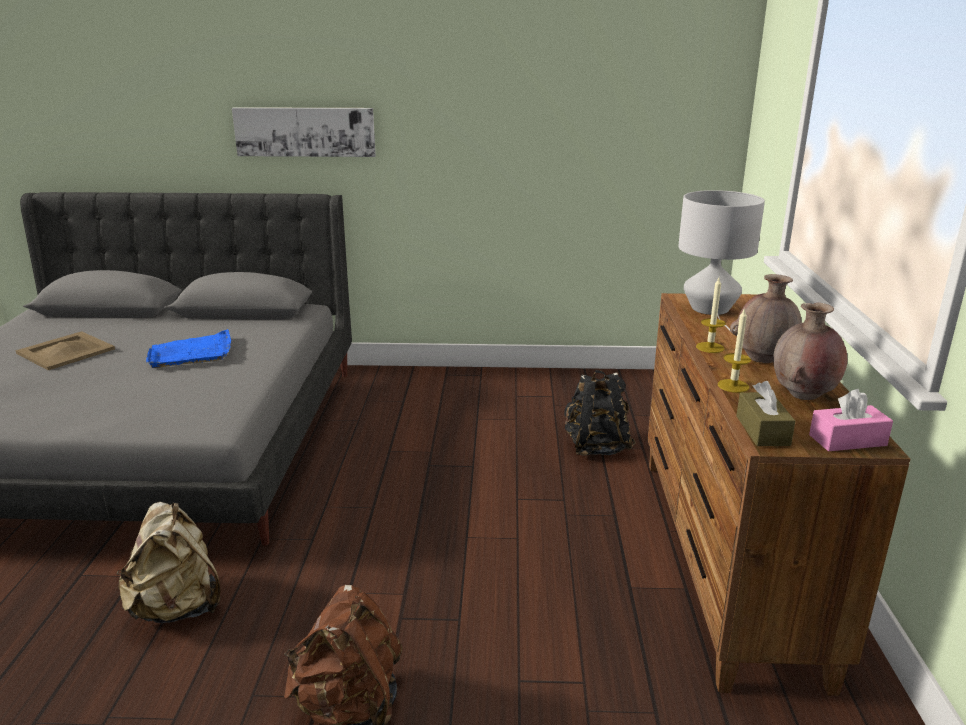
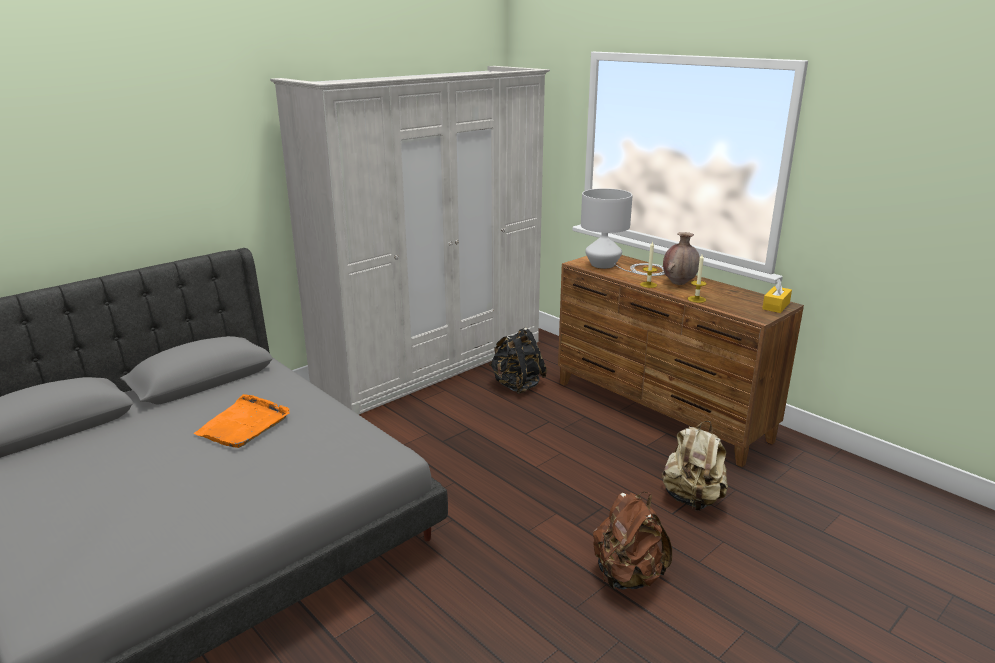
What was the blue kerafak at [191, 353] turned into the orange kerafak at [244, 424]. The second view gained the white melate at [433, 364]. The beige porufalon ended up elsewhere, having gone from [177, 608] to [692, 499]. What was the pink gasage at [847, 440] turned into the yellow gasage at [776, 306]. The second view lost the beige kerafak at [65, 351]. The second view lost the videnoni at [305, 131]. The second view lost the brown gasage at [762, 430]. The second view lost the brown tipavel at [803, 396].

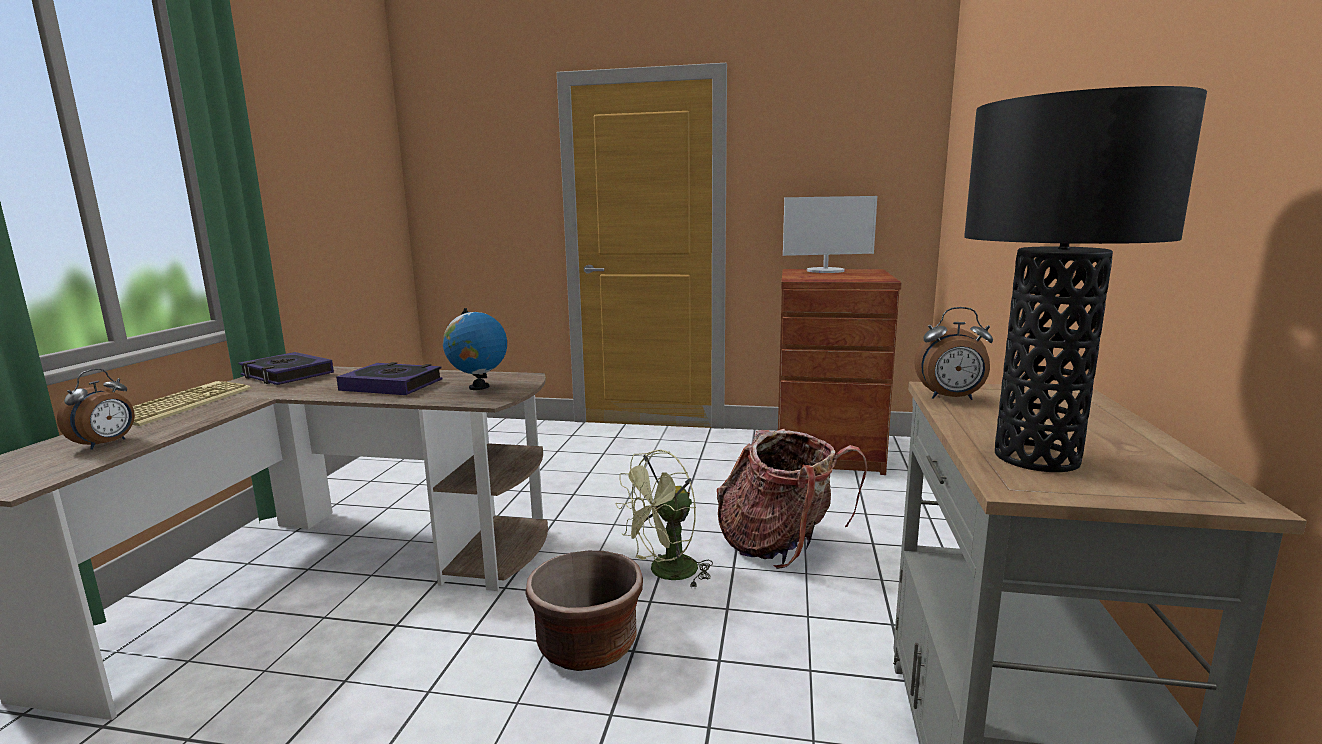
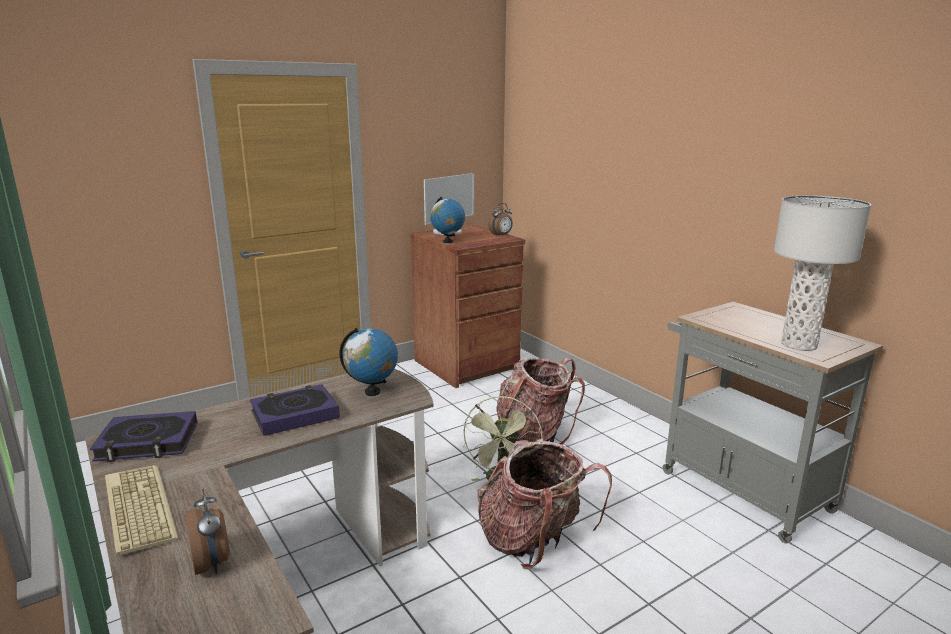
The second view gained the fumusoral at [447, 241]. Where the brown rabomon stood at [588, 646], the porufalon came to stand at [534, 542]. The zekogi ended up elsewhere, having gone from [951, 398] to [501, 235]. What was the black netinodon at [1037, 457] turned into the white netinodon at [799, 344].

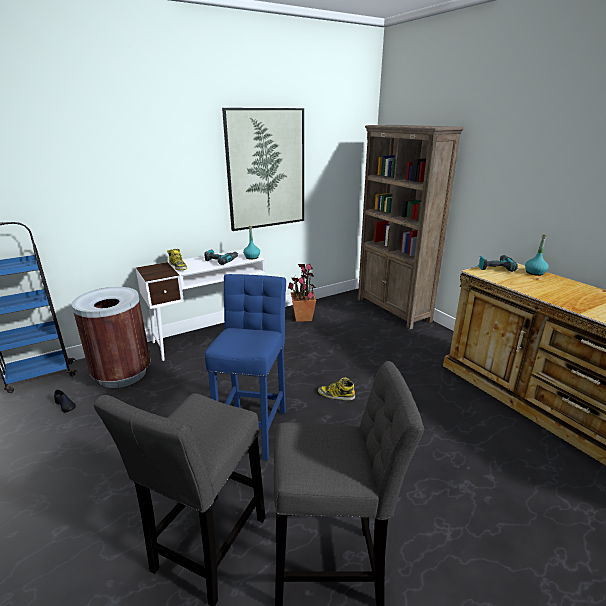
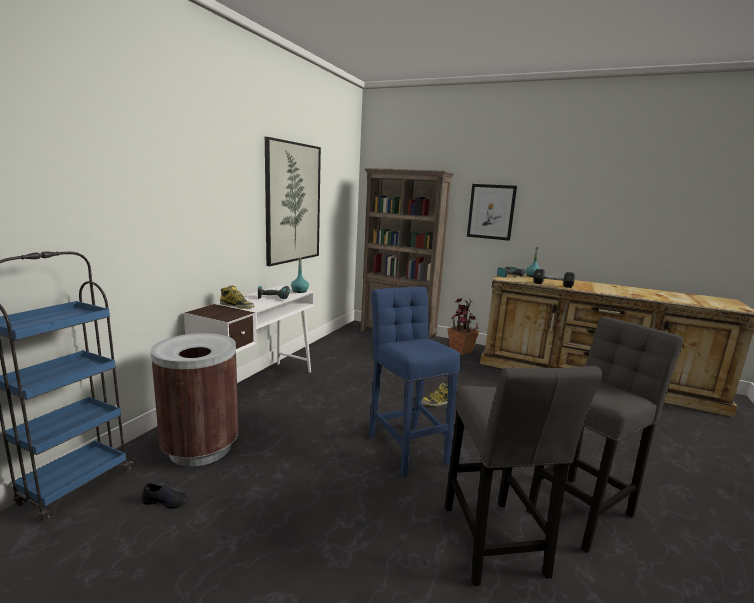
The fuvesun ended up elsewhere, having gone from [302, 317] to [460, 351]. The second view gained the videnoni at [491, 212]. The second view gained the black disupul at [552, 284].

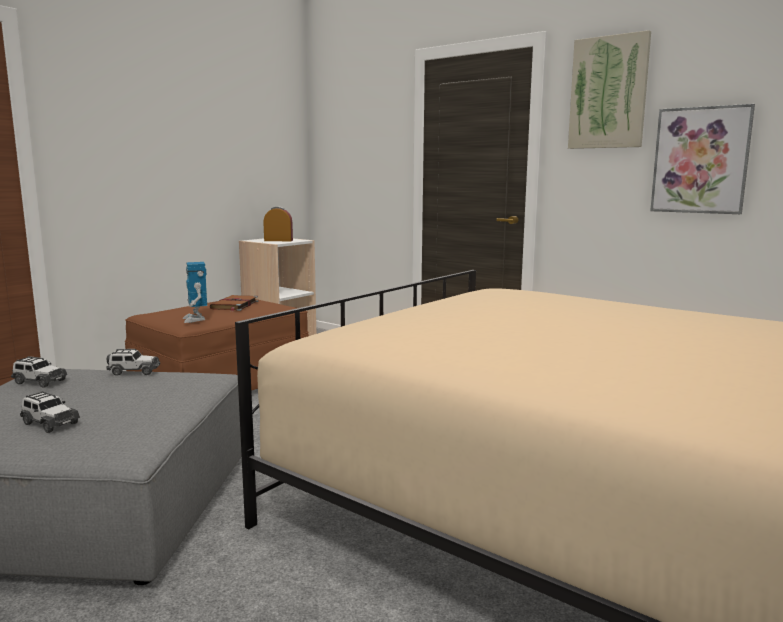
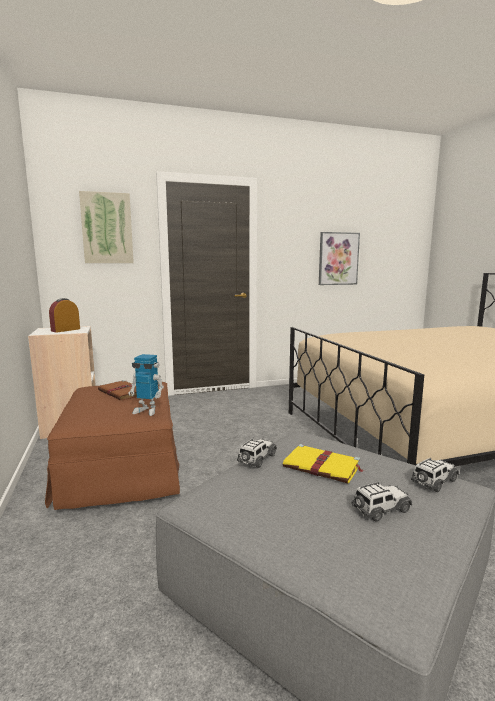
The videnoni ended up elsewhere, having gone from [608, 93] to [107, 228]. The second view gained the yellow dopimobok at [323, 466]. The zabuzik ended up elsewhere, having gone from [39, 382] to [433, 482].

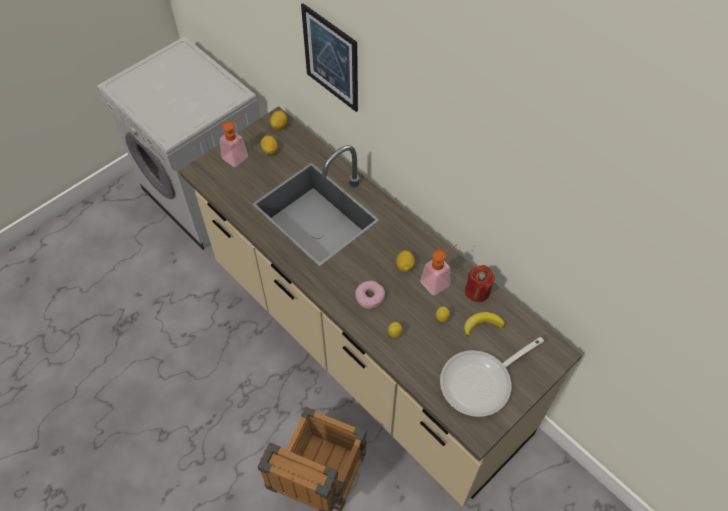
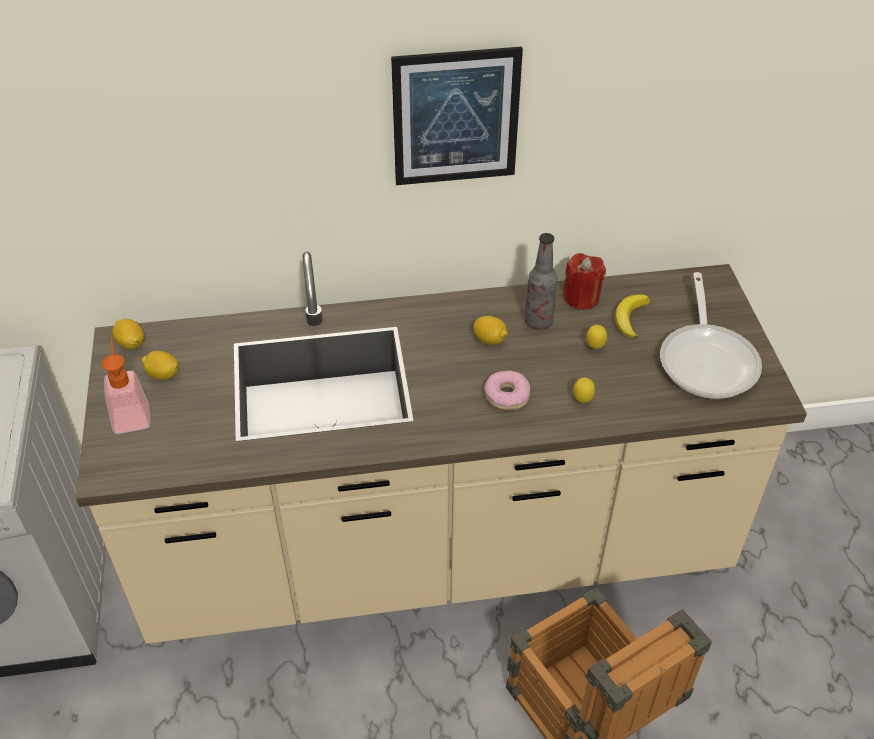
The videnoni ended up elsewhere, having gone from [331, 58] to [456, 117]. Where the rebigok stood at [438, 281], the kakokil came to stand at [538, 322].

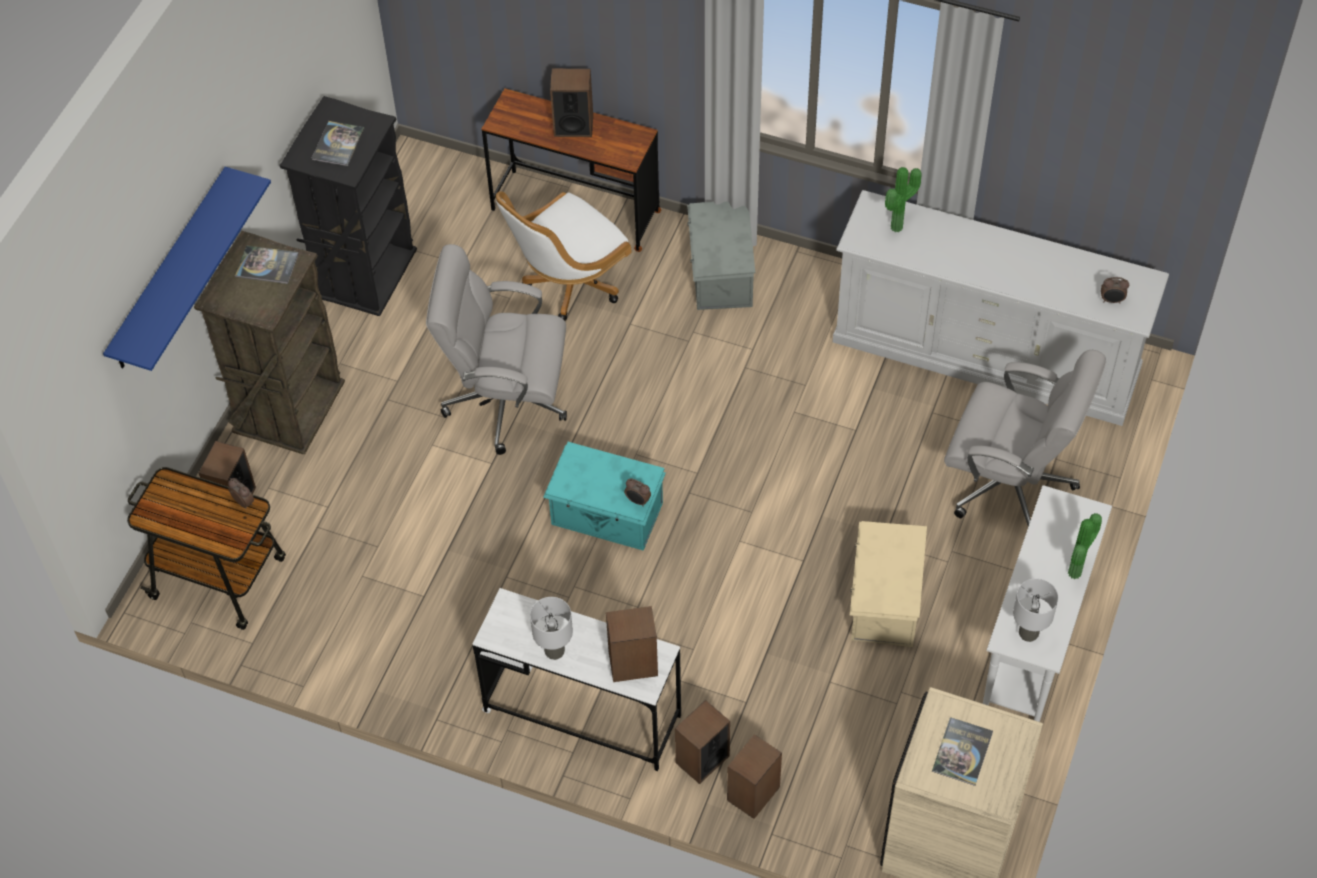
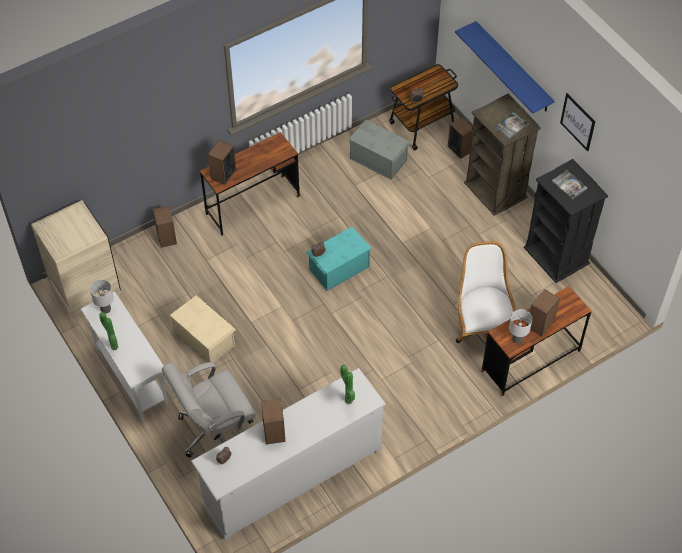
What was the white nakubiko at [582, 714] turned into the brown nakubiko at [253, 205]. The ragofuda ended up elsewhere, having gone from [702, 759] to [274, 432]. The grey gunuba ended up elsewhere, having gone from [720, 273] to [378, 158]. The white netinodon ended up elsewhere, having gone from [553, 652] to [517, 339]. The second view gained the videnoni at [577, 122]. The second view lost the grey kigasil at [507, 401]. The second view lost the dopimobok at [962, 752].

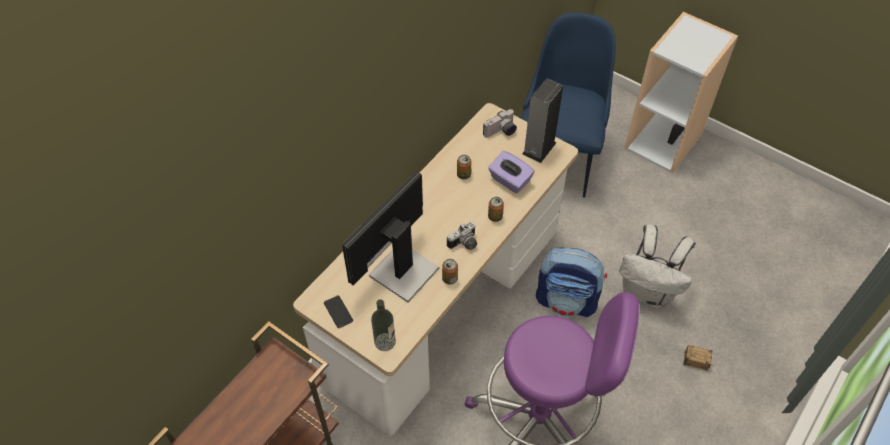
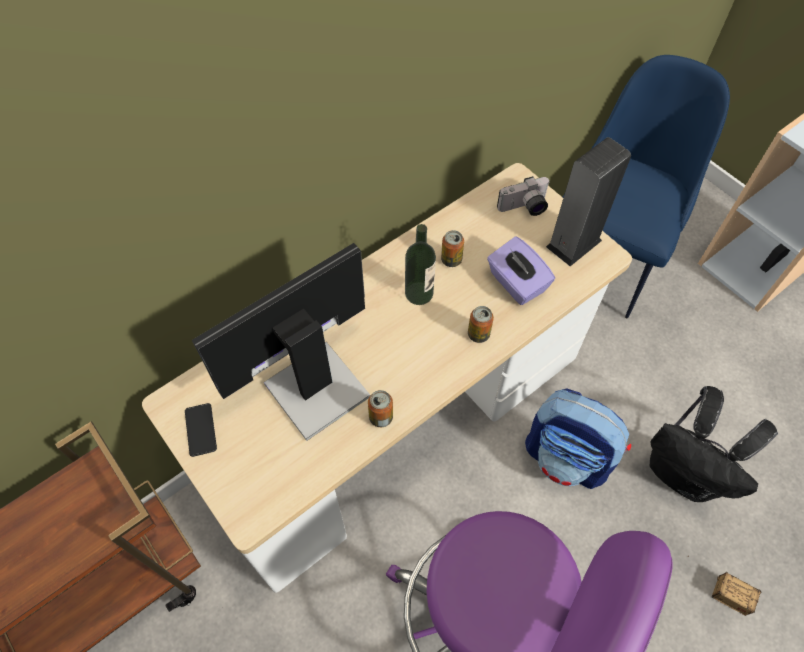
The kakokil ended up elsewhere, having gone from [385, 342] to [419, 293]. What was the white porufalon at [647, 292] turned into the black porufalon at [684, 473]. The second view lost the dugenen at [464, 244].

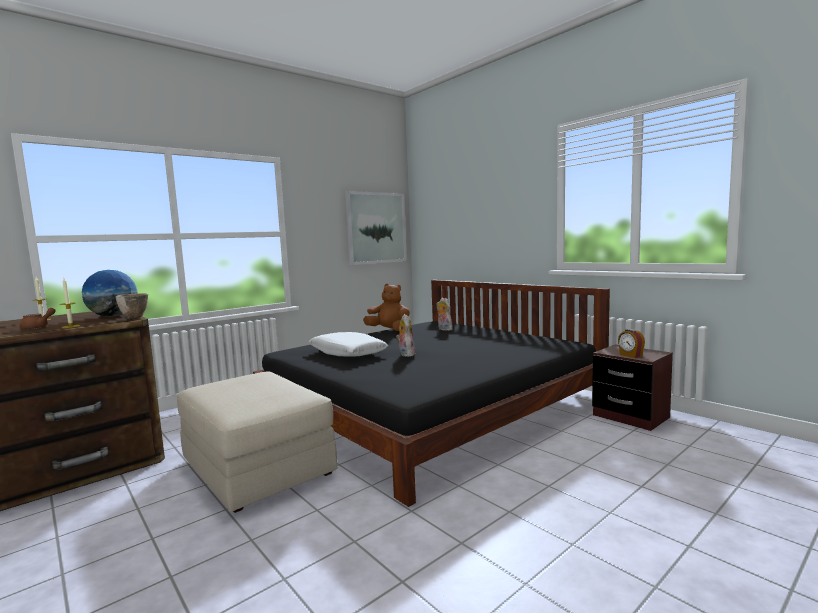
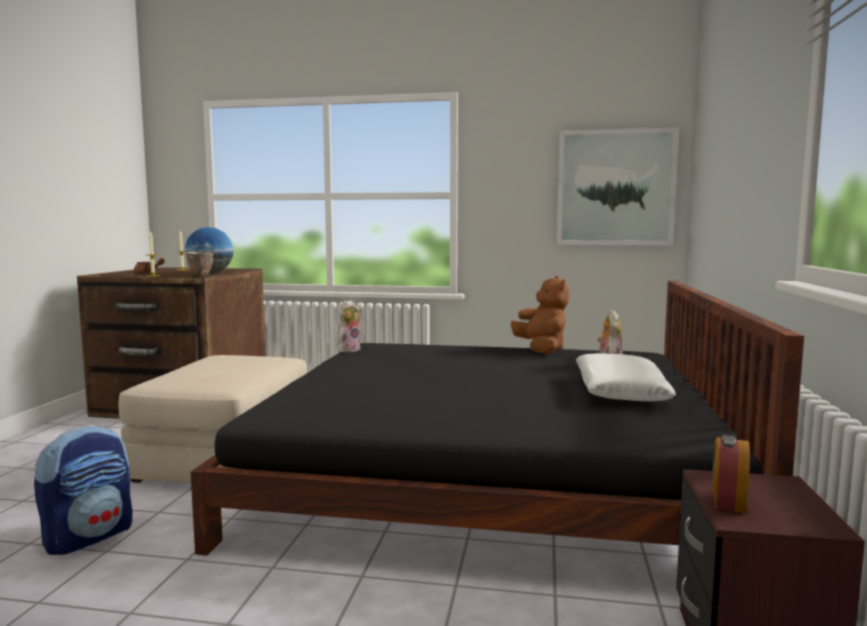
The second view gained the porufalon at [89, 536]. The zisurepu ended up elsewhere, having gone from [405, 354] to [348, 350]. The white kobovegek ended up elsewhere, having gone from [347, 353] to [619, 391].

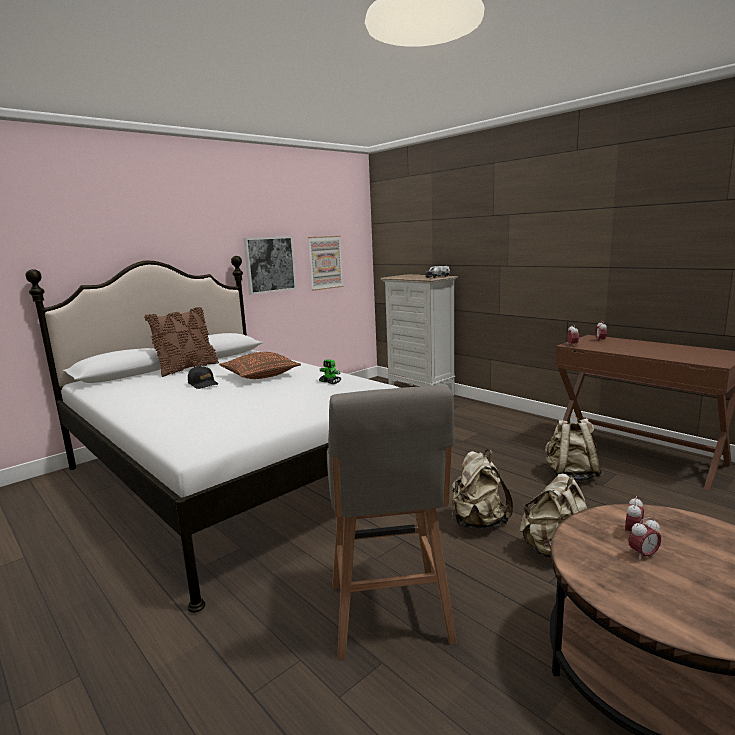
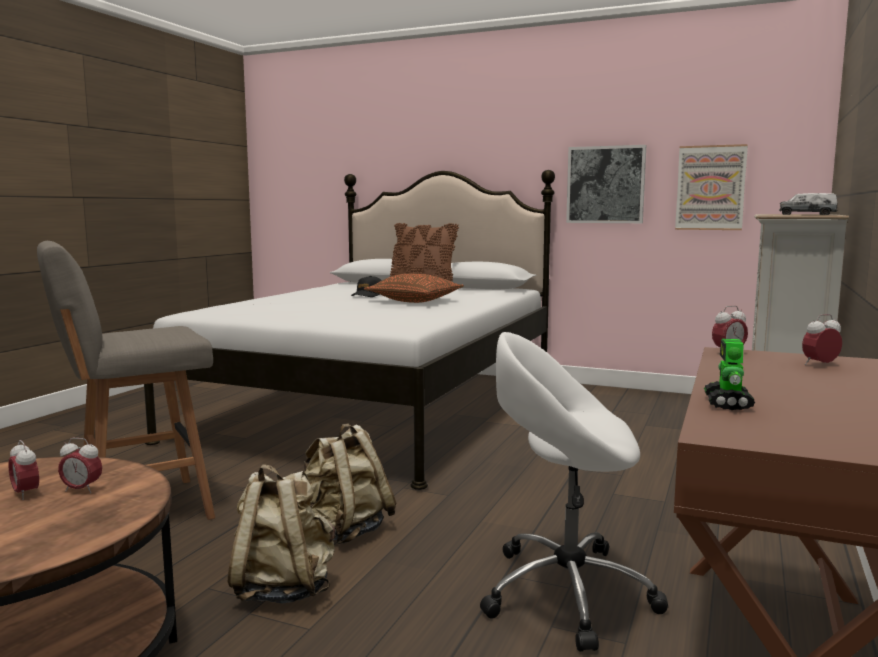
Where the beige porufalon stood at [571, 476], the white kigasil came to stand at [563, 592]. The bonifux ended up elsewhere, having gone from [330, 382] to [728, 404].

